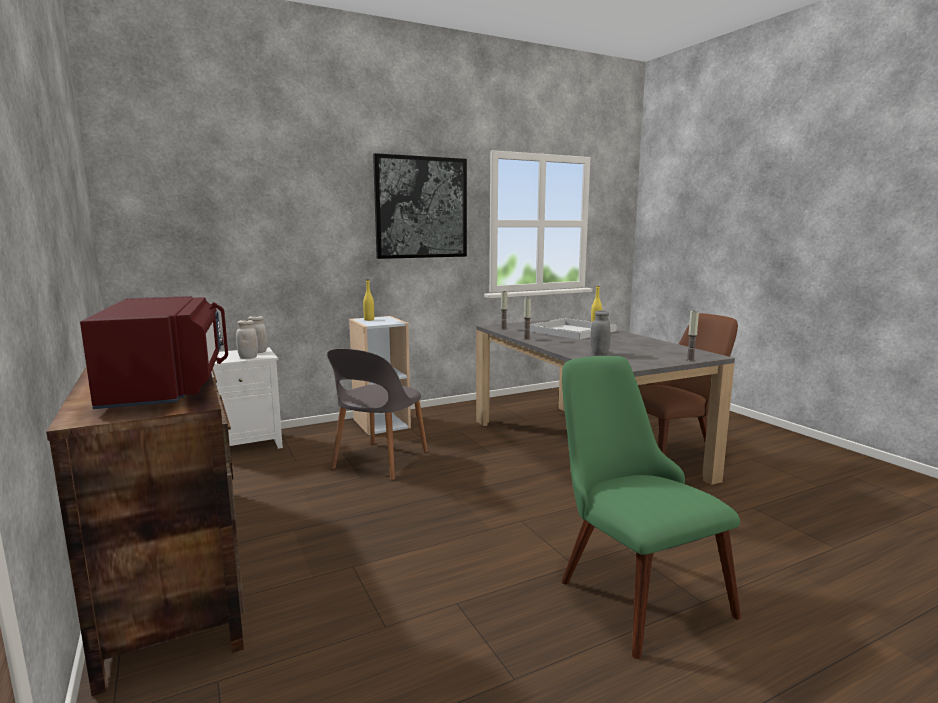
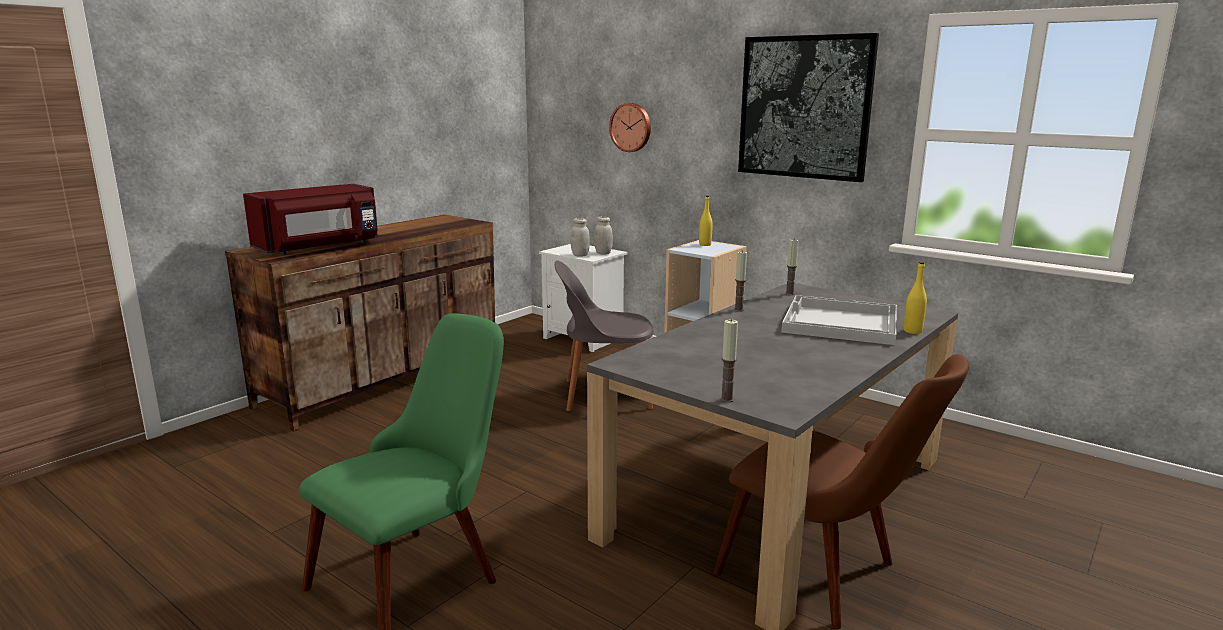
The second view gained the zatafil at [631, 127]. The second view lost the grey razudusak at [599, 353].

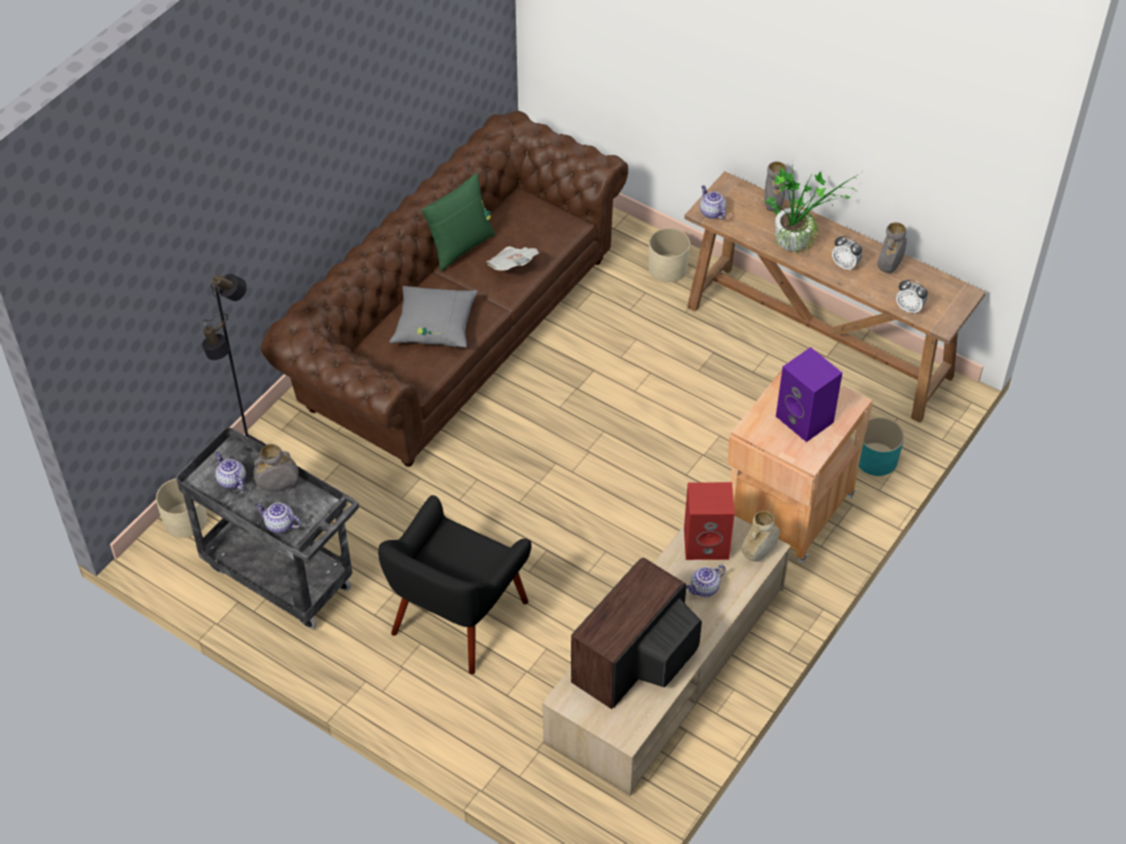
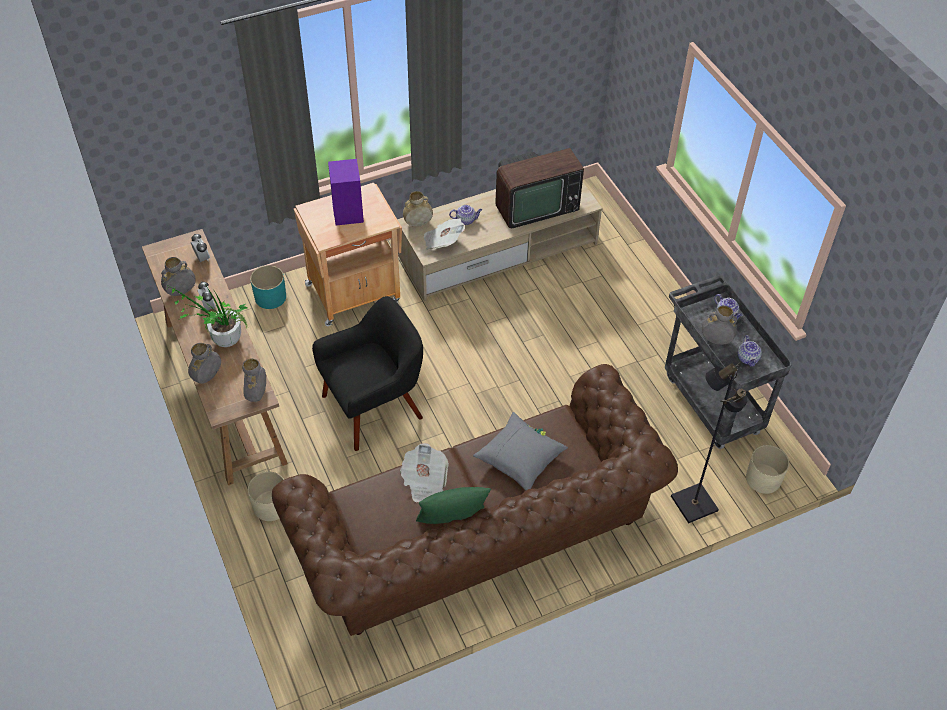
Where the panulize stood at [711, 212], the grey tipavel came to stand at [257, 394]. The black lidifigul ended up elsewhere, having gone from [456, 618] to [374, 407]. Where the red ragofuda stood at [707, 543], the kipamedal came to stand at [443, 242].

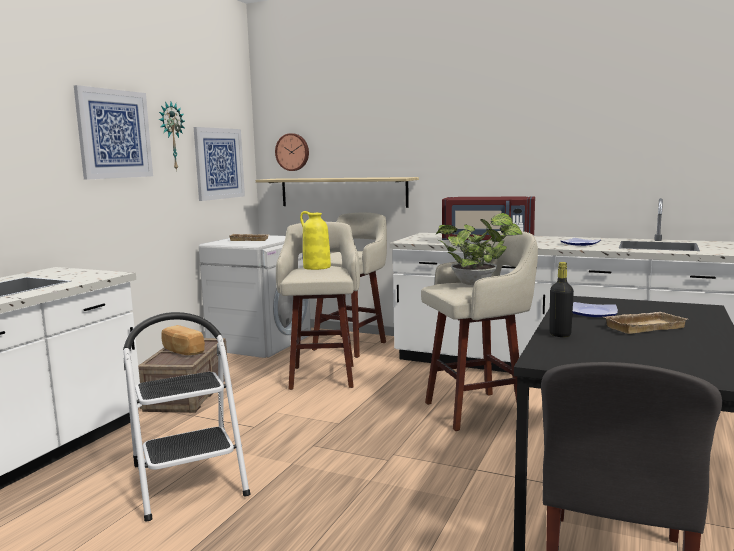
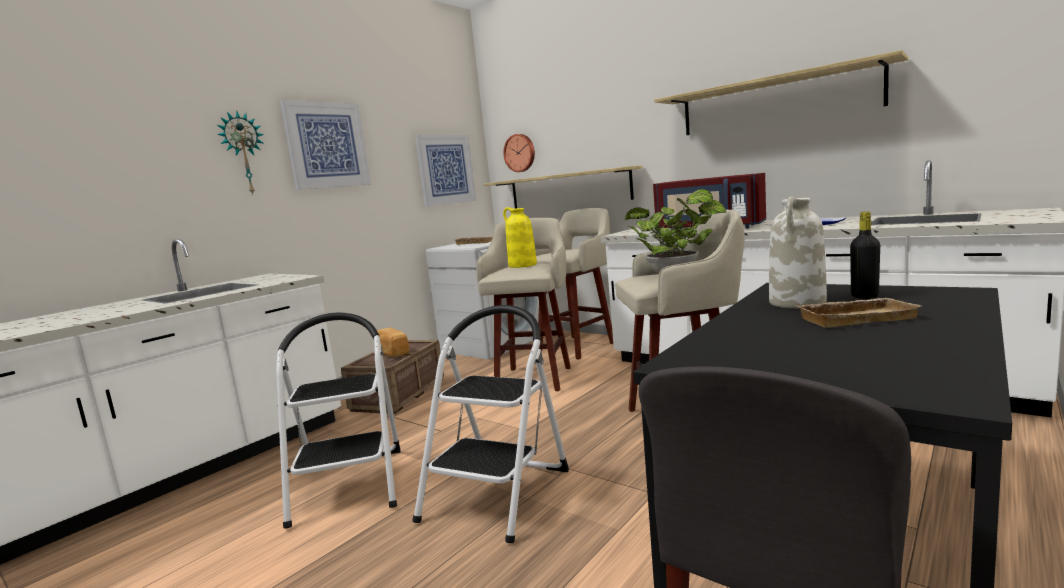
The zatafil ended up elsewhere, having gone from [171, 136] to [243, 153]. The second view gained the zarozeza at [499, 493]. The second view gained the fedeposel at [776, 101]. Where the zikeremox stood at [594, 313], the white tipavel came to stand at [797, 303]. The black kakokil ended up elsewhere, having gone from [560, 334] to [864, 296].

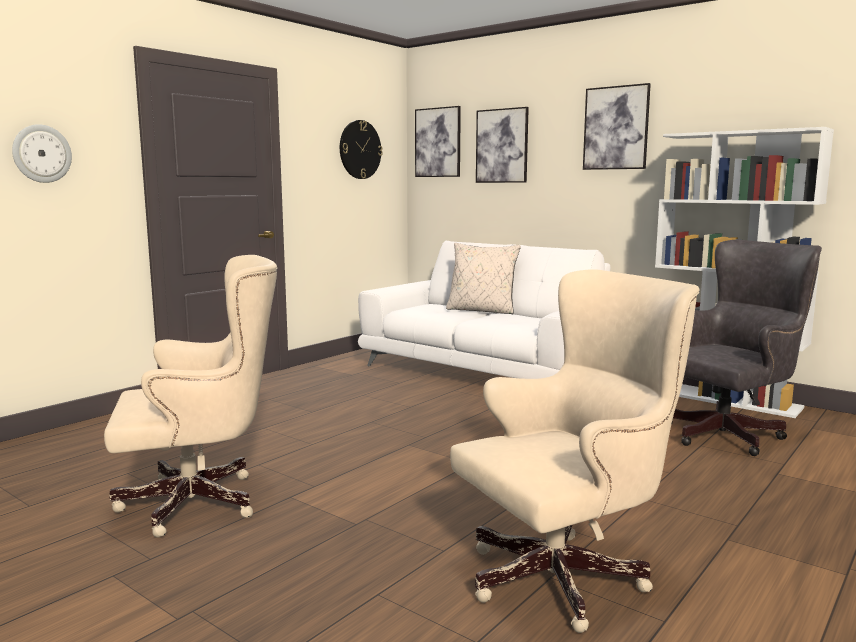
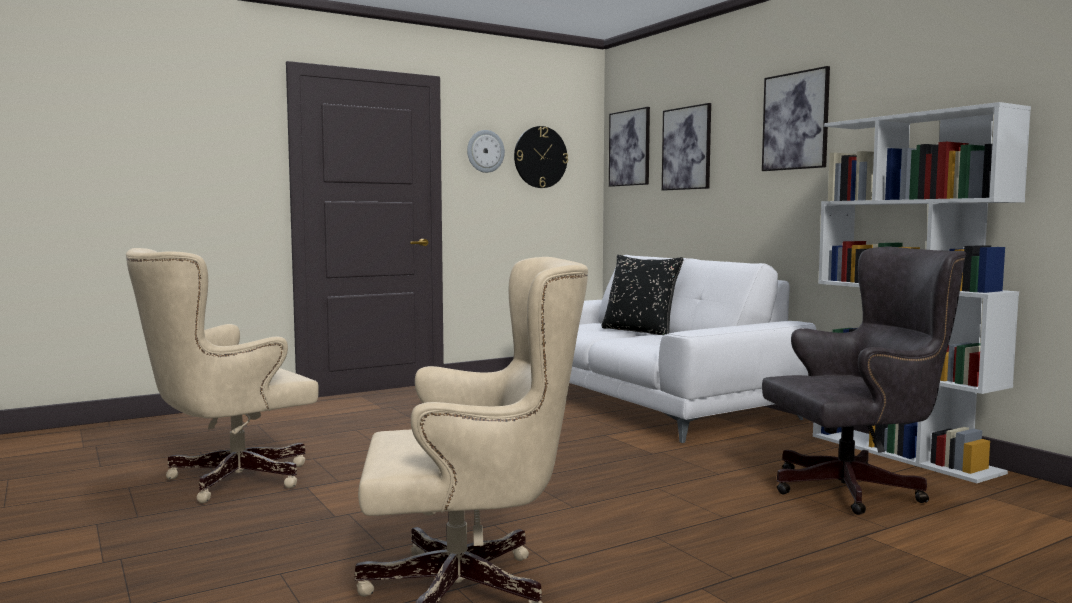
The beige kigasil at [201, 502] ended up facing another way, 135 degrees clockwise from before. The zatafil ended up elsewhere, having gone from [41, 153] to [485, 151]. What was the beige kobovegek at [482, 310] turned into the black kobovegek at [640, 331].

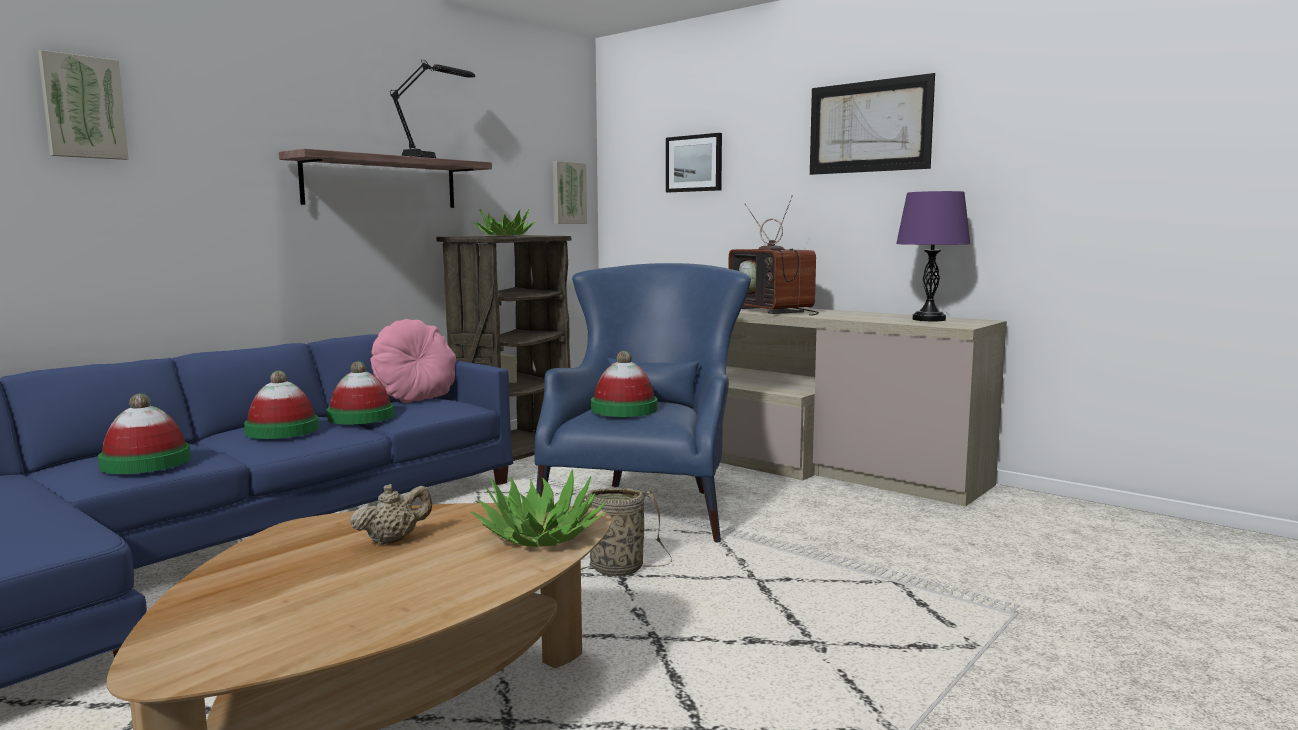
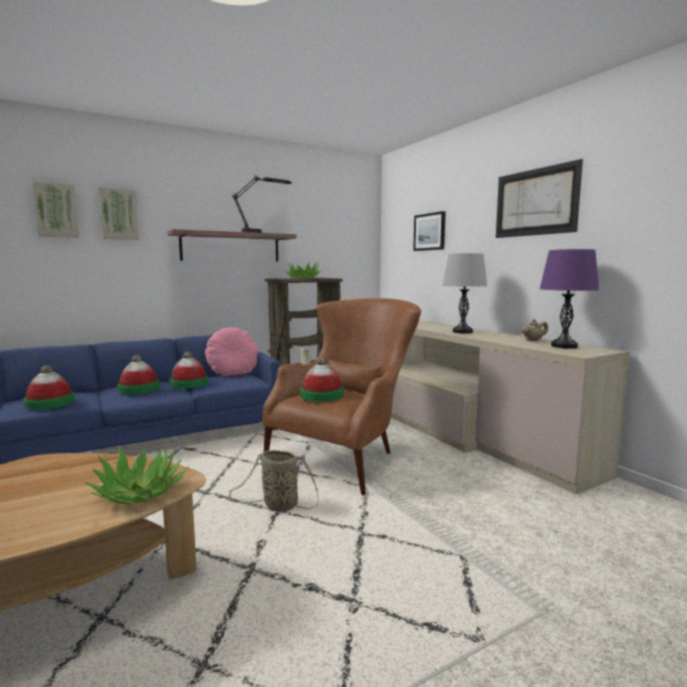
The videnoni ended up elsewhere, having gone from [568, 193] to [119, 214]. What was the blue lidifigul at [648, 503] turned into the brown lidifigul at [347, 456]. Where the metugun stood at [774, 310], the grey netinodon came to stand at [462, 332]. The beige panulize ended up elsewhere, having gone from [393, 540] to [533, 340].

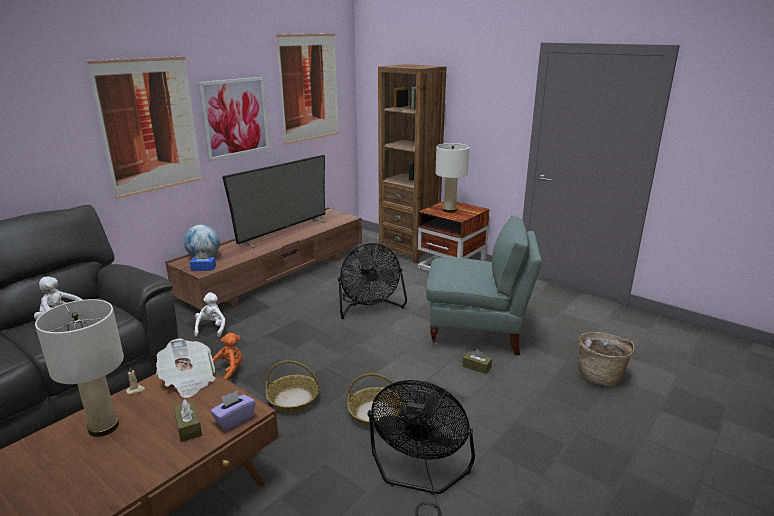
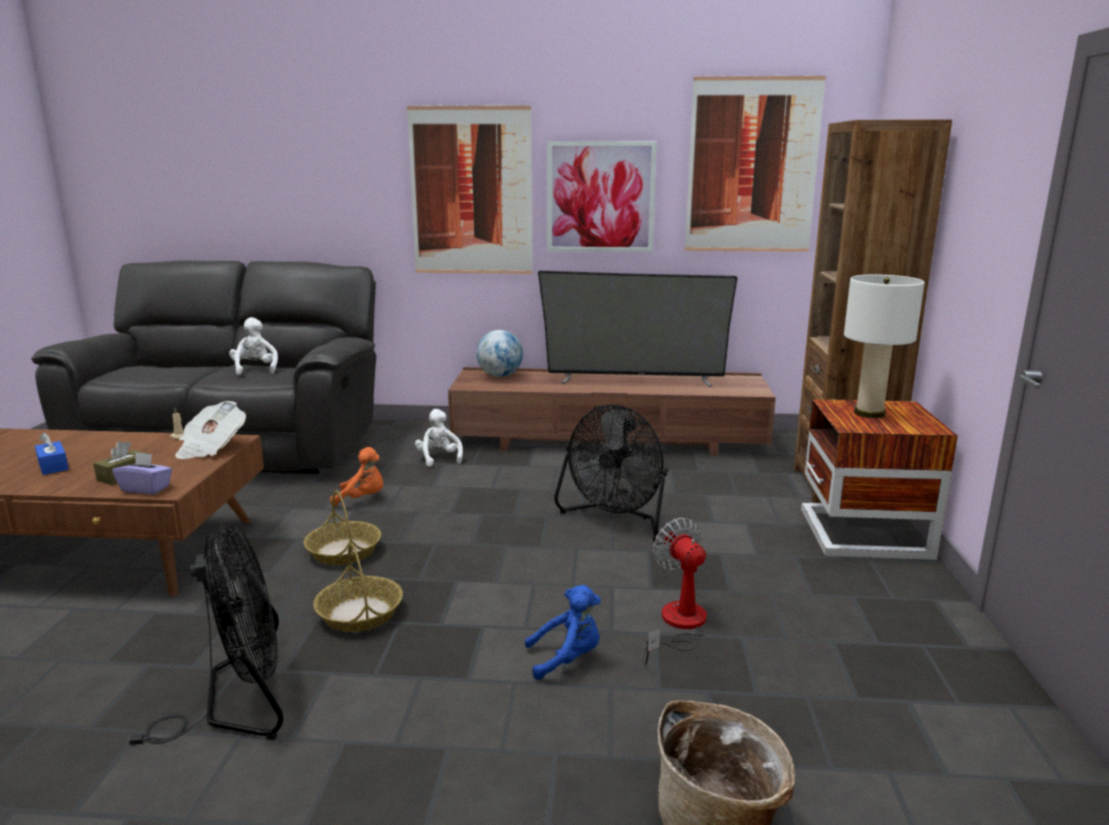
The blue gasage ended up elsewhere, having gone from [203, 268] to [53, 466]. The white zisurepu at [211, 328] ended up facing another way, 75 degrees counterclockwise from before. Where the brown gasage stood at [476, 367], the blue zisurepu came to stand at [567, 659]. Where the grey lidifigul stood at [476, 332], the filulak came to stand at [678, 625]. The second view lost the white netinodon at [104, 427].

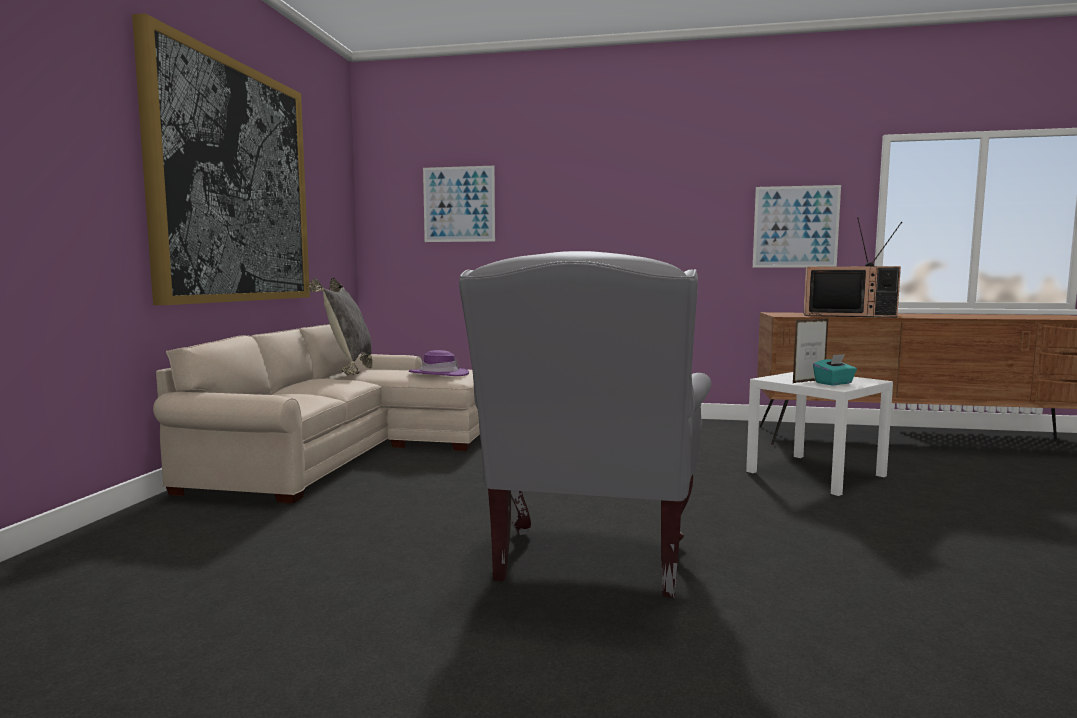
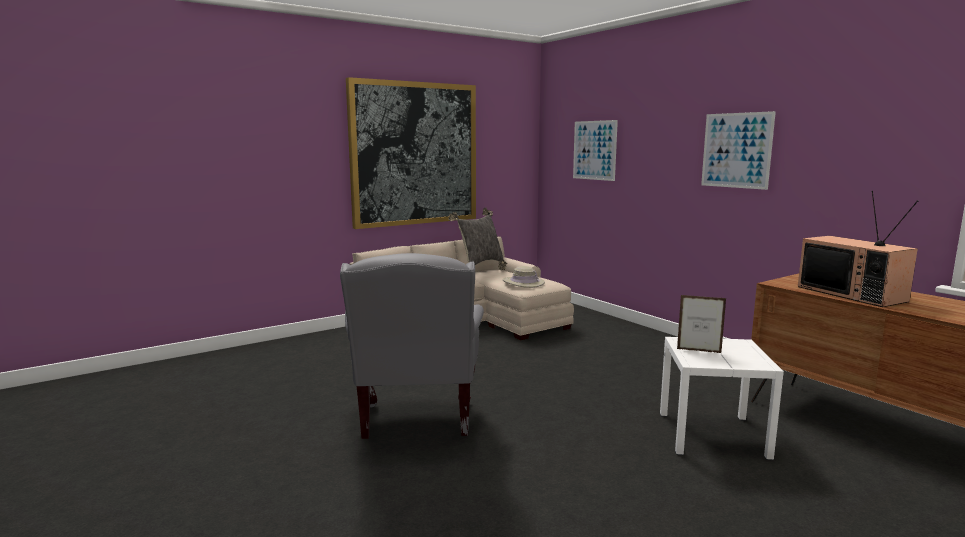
The grey lidifigul at [586, 572] ended up facing another way, 60 degrees counterclockwise from before. What was the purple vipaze at [439, 373] turned into the beige vipaze at [523, 282]. The videnoni ended up elsewhere, having gone from [795, 227] to [736, 150]. The second view lost the turquoise gasage at [834, 383].

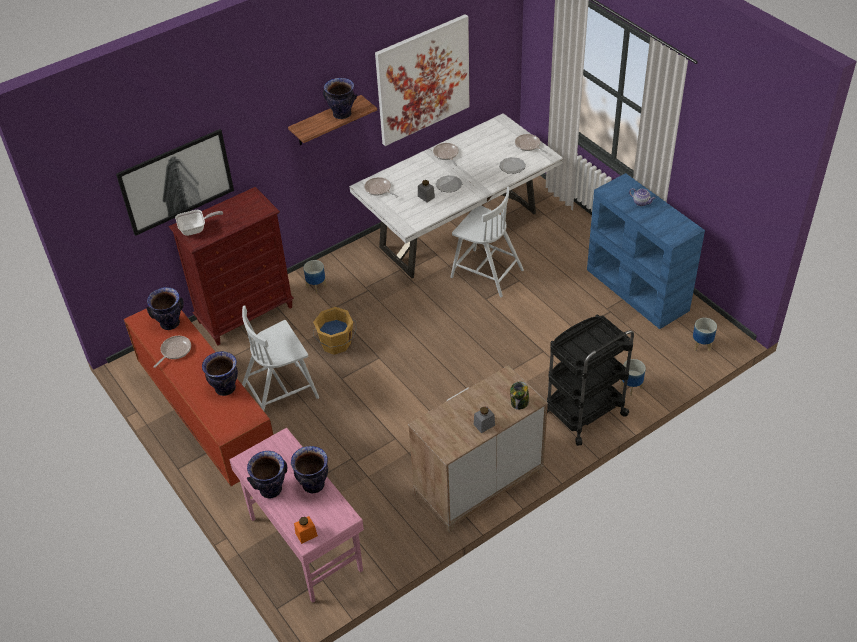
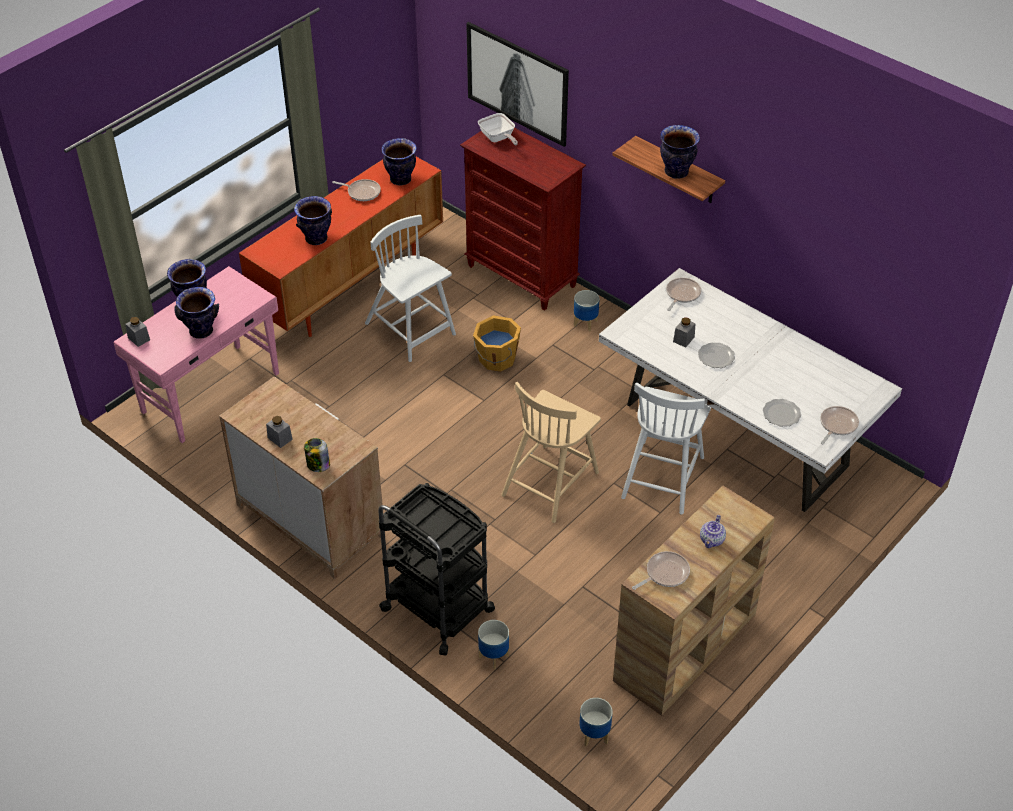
What was the orange razudusak at [306, 534] turned into the grey razudusak at [139, 338]. The second view gained the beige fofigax at [551, 482]. What was the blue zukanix at [637, 289] turned into the brown zukanix at [686, 648]. The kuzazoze ended up elsewhere, having gone from [446, 154] to [665, 573]. The second view lost the videnoni at [423, 79].

